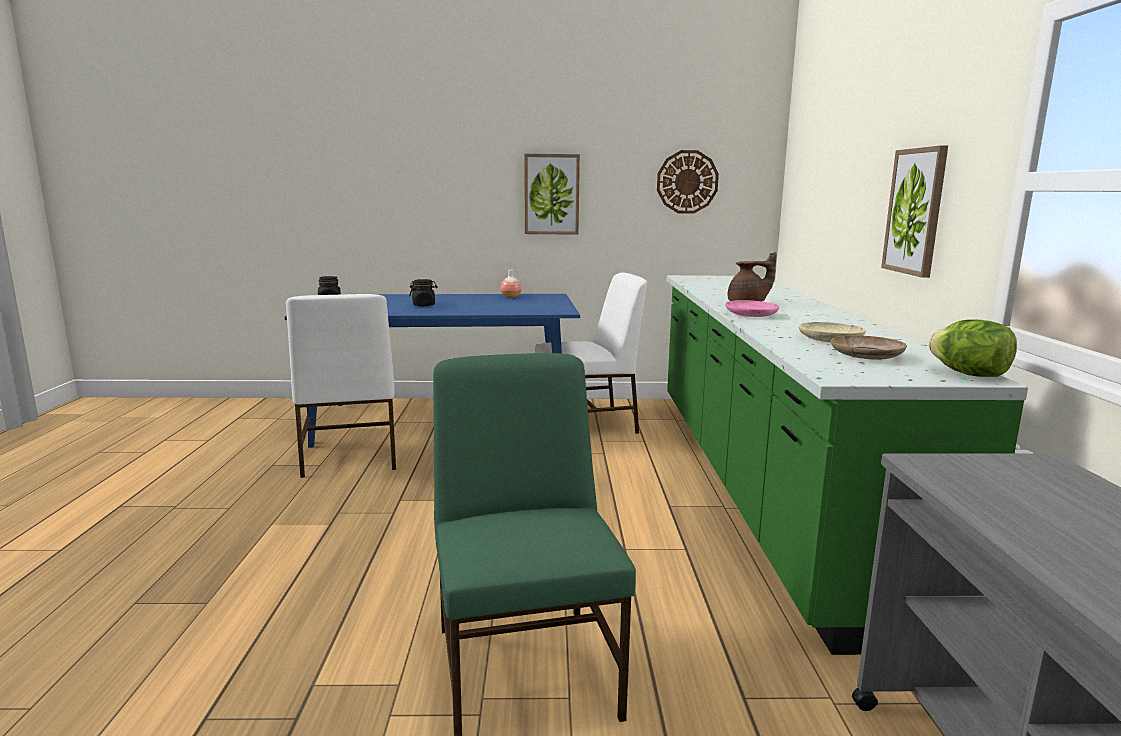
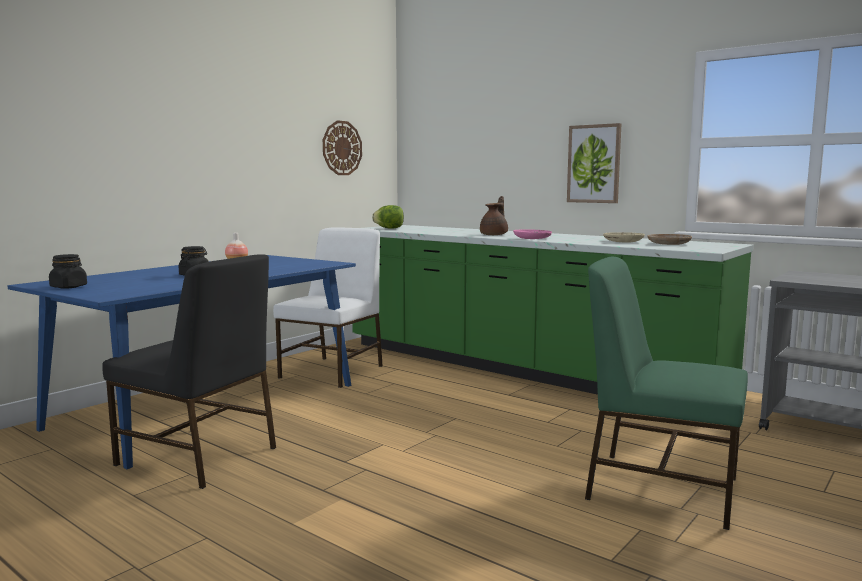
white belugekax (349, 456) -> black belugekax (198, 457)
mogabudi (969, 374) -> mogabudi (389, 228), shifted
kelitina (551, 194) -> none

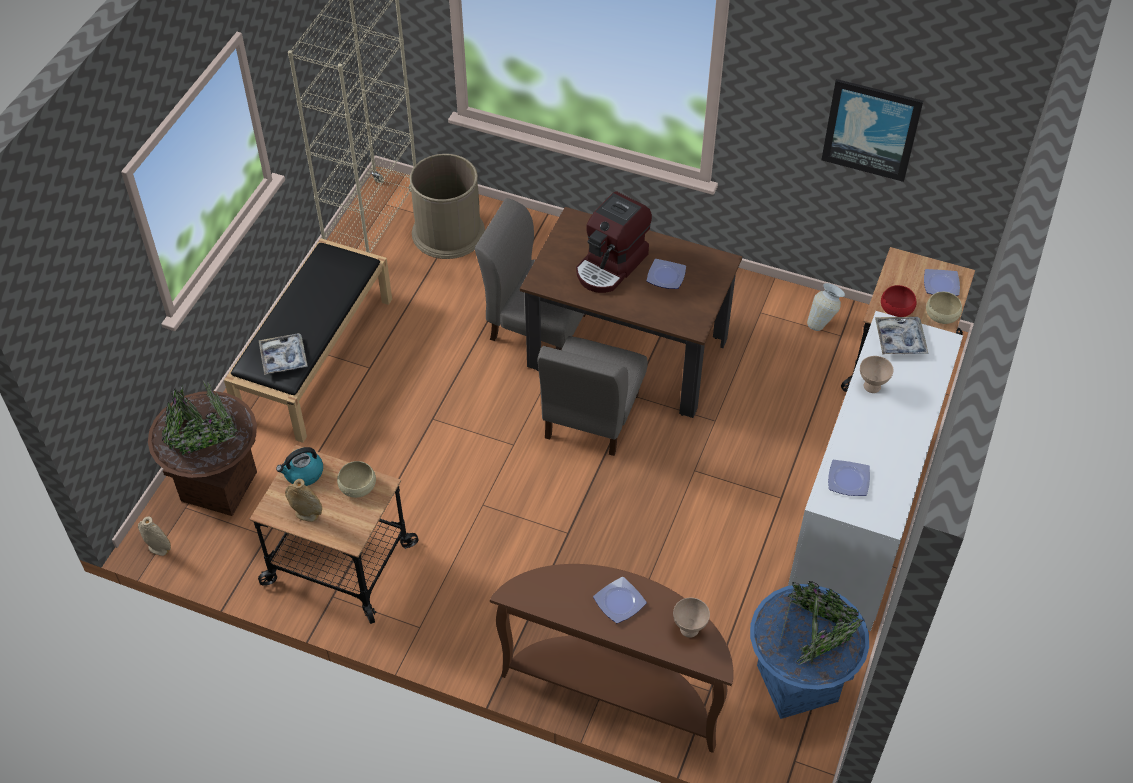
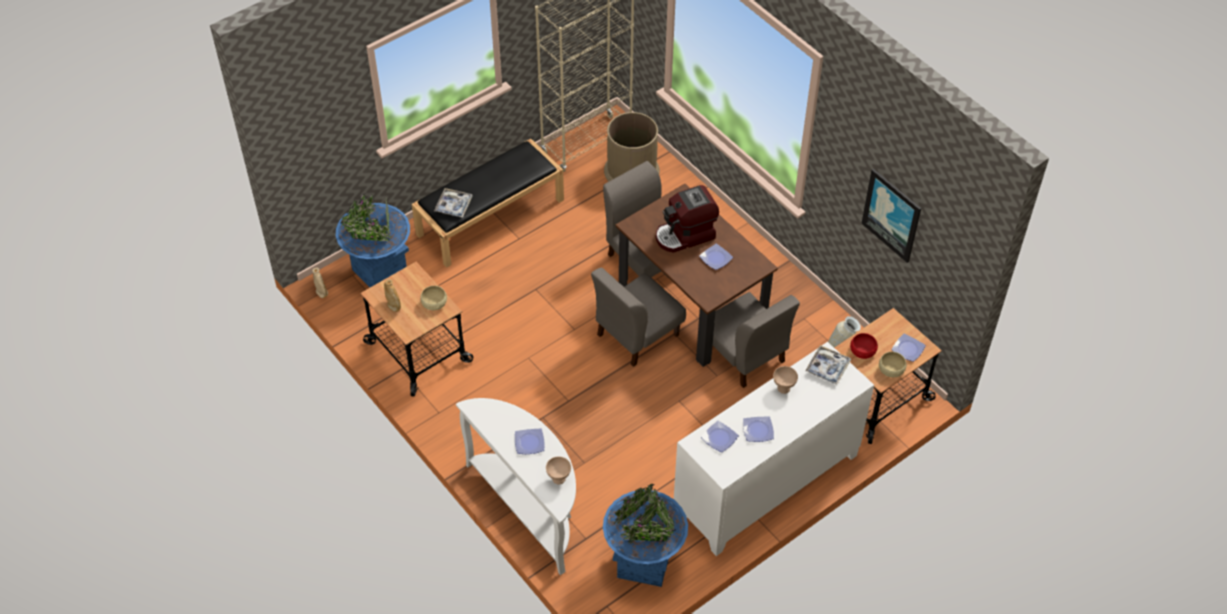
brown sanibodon (219, 486) -> blue sanibodon (380, 271)
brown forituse (616, 688) -> white forituse (530, 507)
none -> grey belugekax (745, 355)
none -> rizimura (758, 430)
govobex (303, 473) -> none

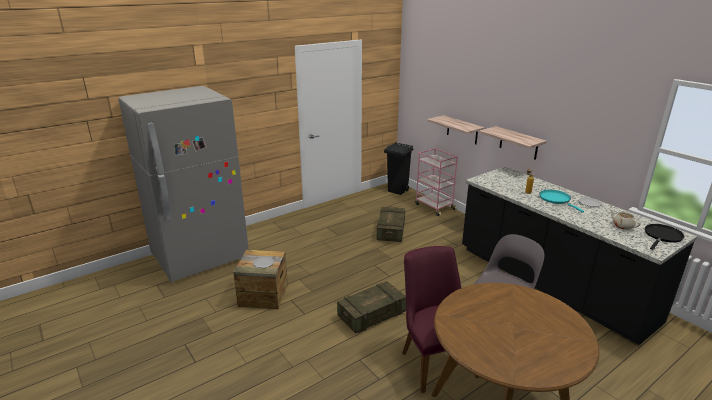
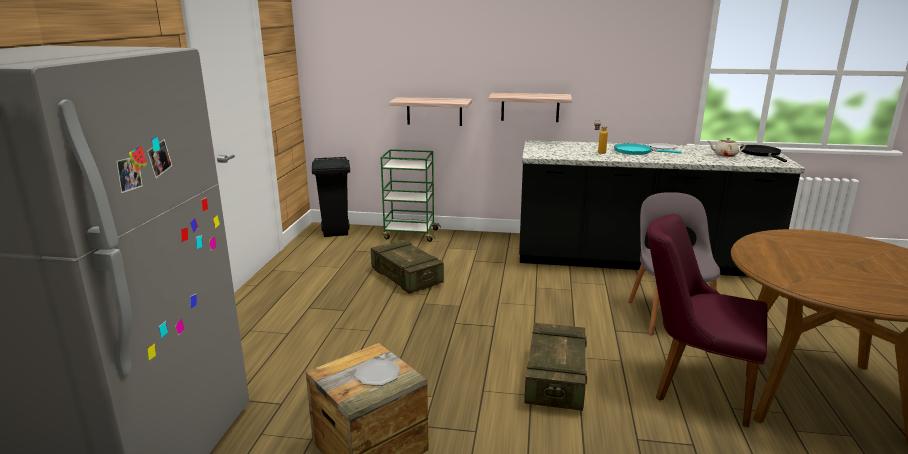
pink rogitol (434, 207) -> green rogitol (410, 234)

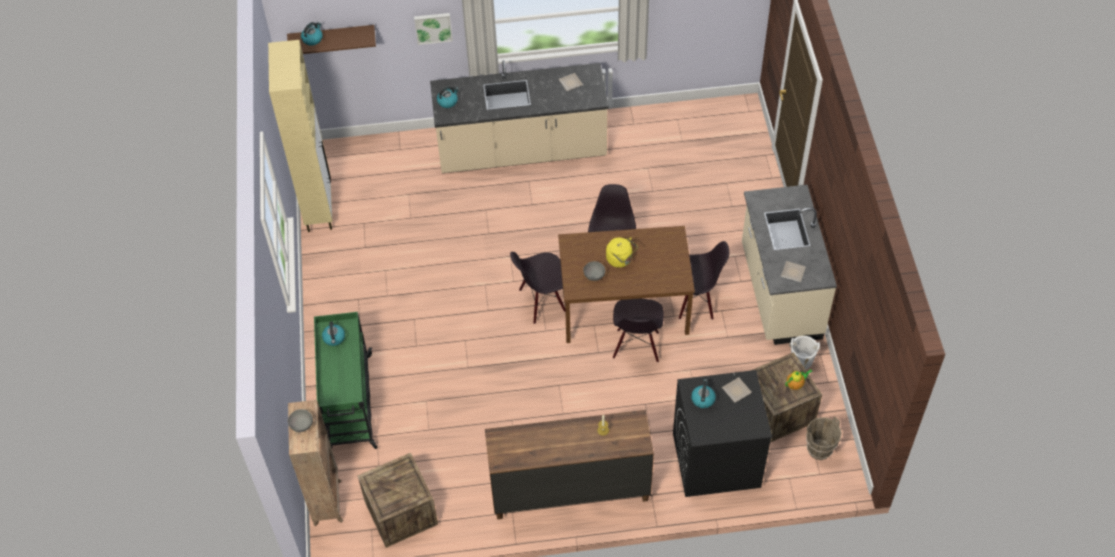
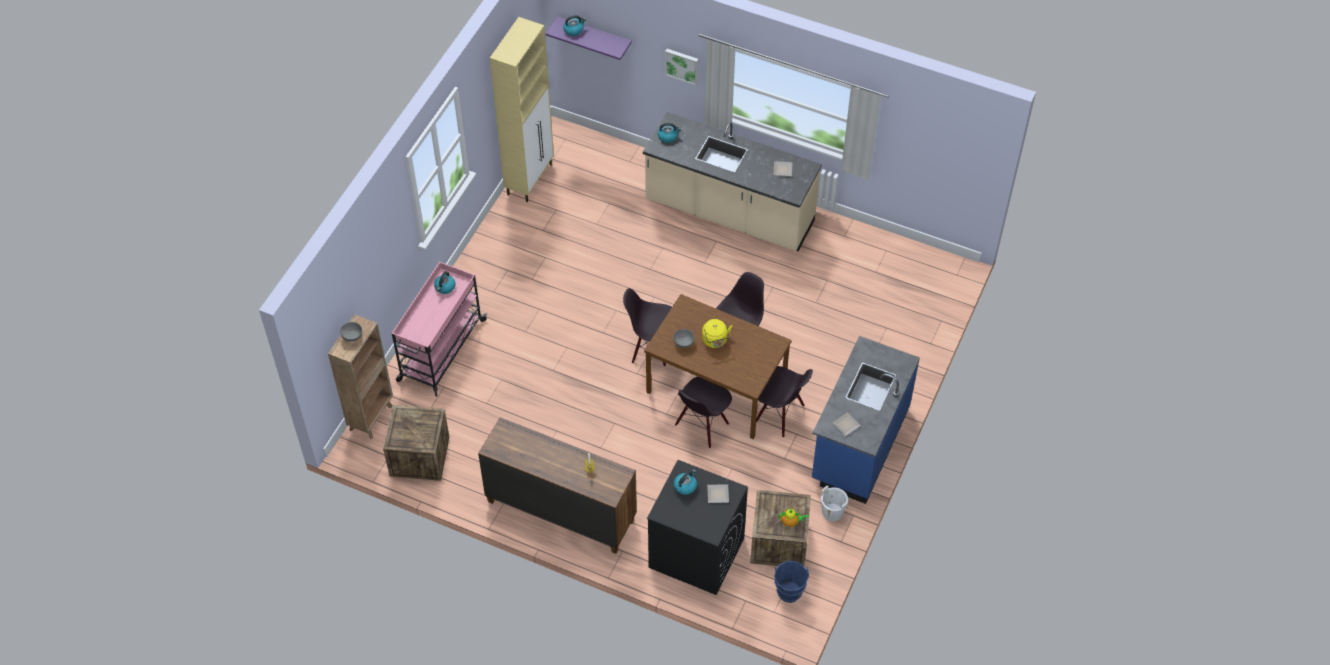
green rogitol (349, 404) -> pink rogitol (441, 351)
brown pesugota (332, 37) -> purple pesugota (594, 36)
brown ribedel (819, 450) -> blue ribedel (789, 592)
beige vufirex (779, 292) -> blue vufirex (858, 445)

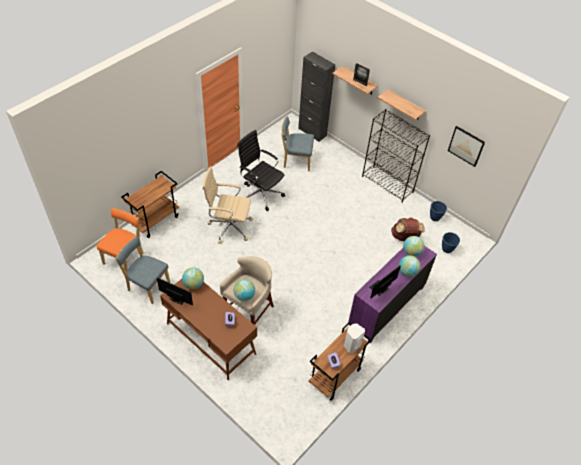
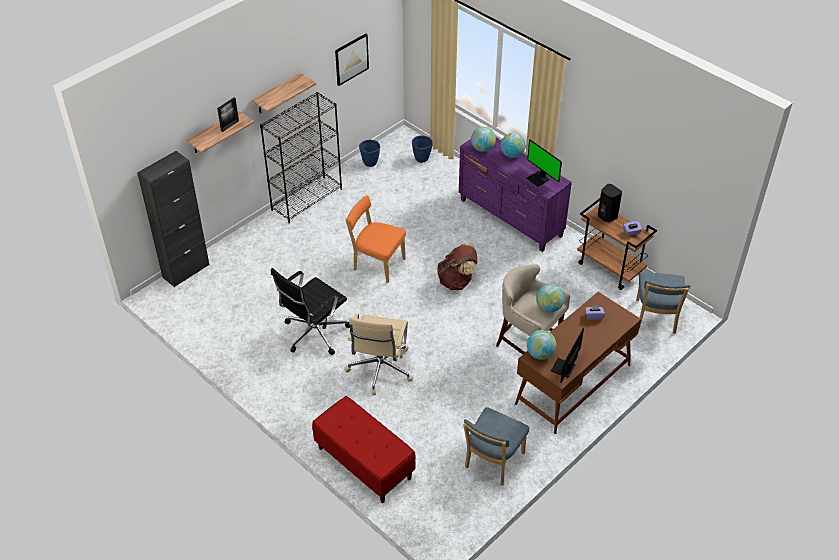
brown rogitol (155, 220) -> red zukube (364, 463)
orange belugekax (125, 257) -> orange belugekax (377, 264), shifted
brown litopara (404, 237) -> brown litopara (457, 281), shifted
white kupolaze (351, 345) -> black kupolaze (606, 216)
blue belugekax (296, 161) -> blue belugekax (655, 319), shifted

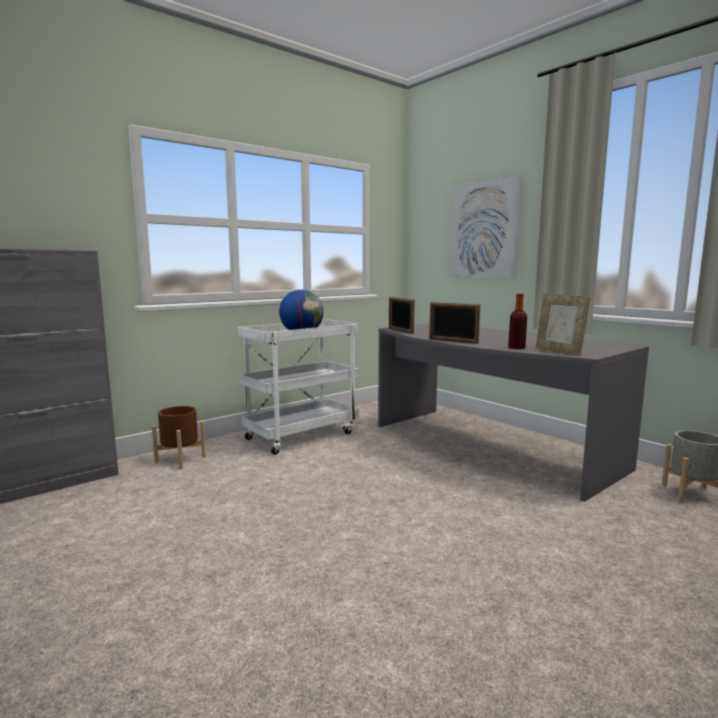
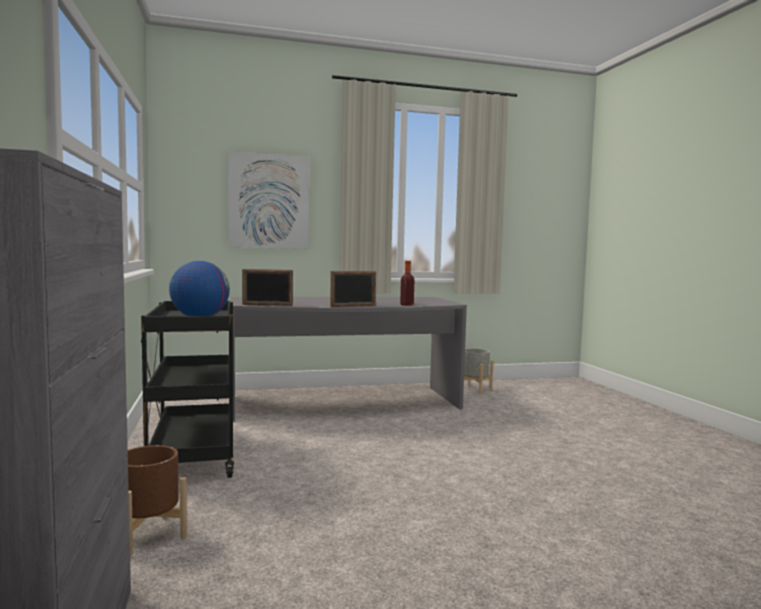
white rogitol (302, 435) -> black rogitol (192, 455)
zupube (559, 352) -> none

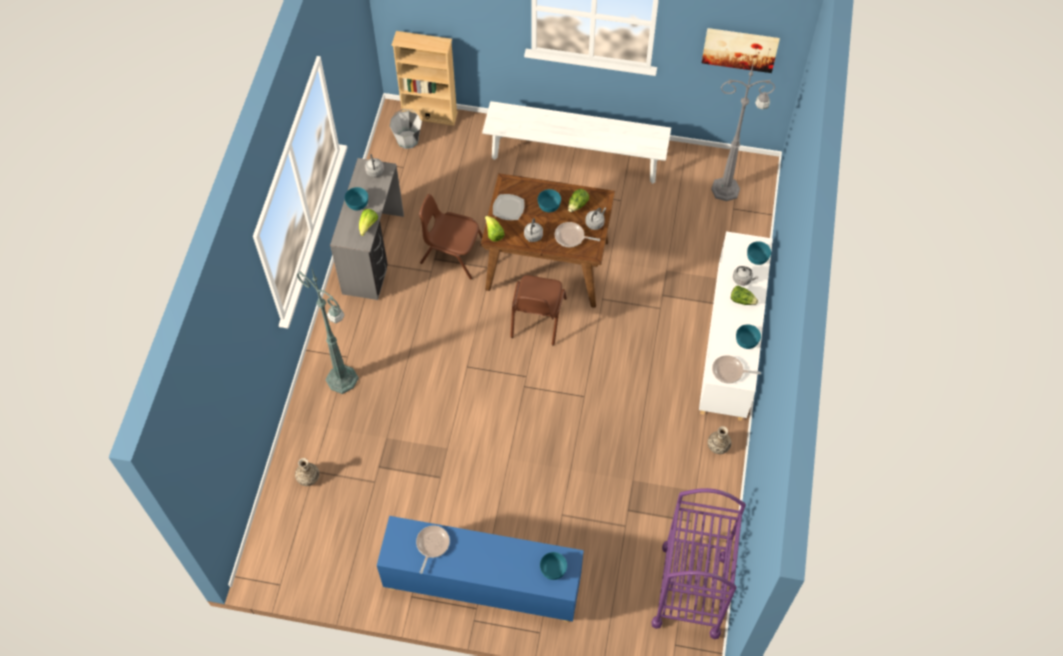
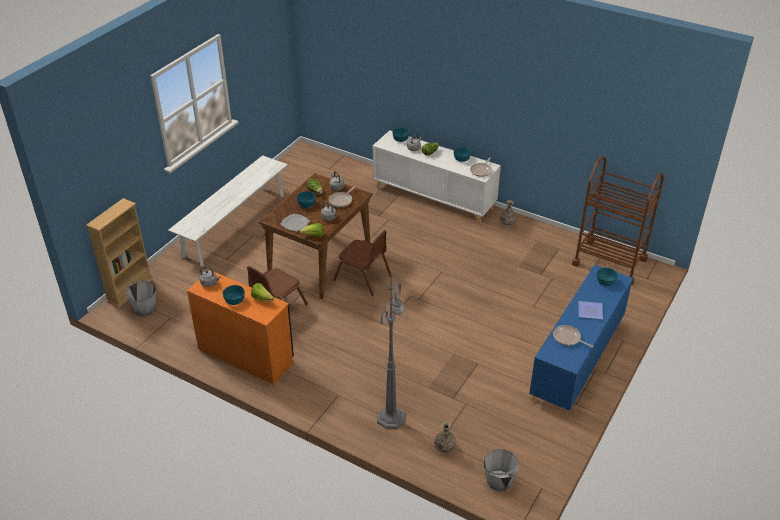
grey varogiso (374, 254) -> orange varogiso (246, 355)
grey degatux (727, 189) -> grey degatux (391, 416), shifted
none -> grey ribedel (499, 481)
purple rogitol (690, 590) -> brown rogitol (609, 261)
none -> rizimura (589, 311)
green degatux (343, 380) -> none
kelitina (740, 49) -> none

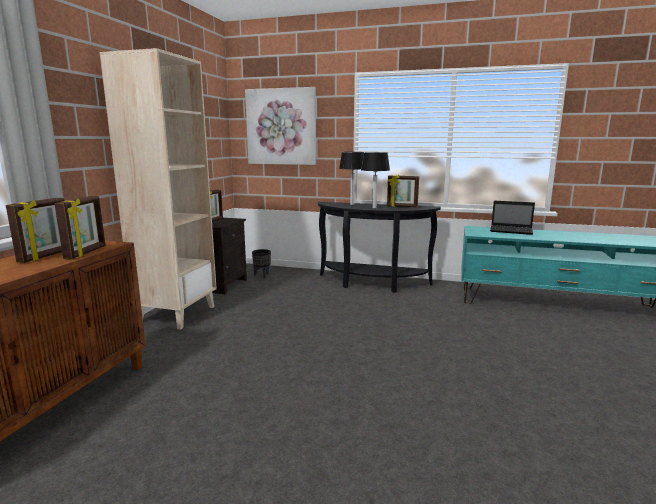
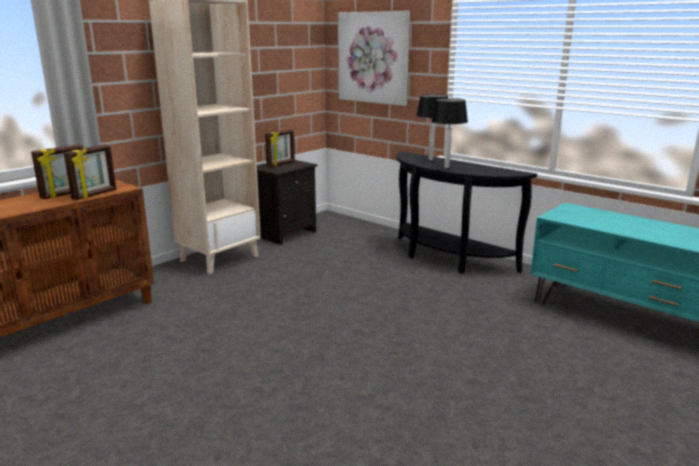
black sanibodon (262, 275) -> none
zupube (402, 206) -> none
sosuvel (512, 231) -> none

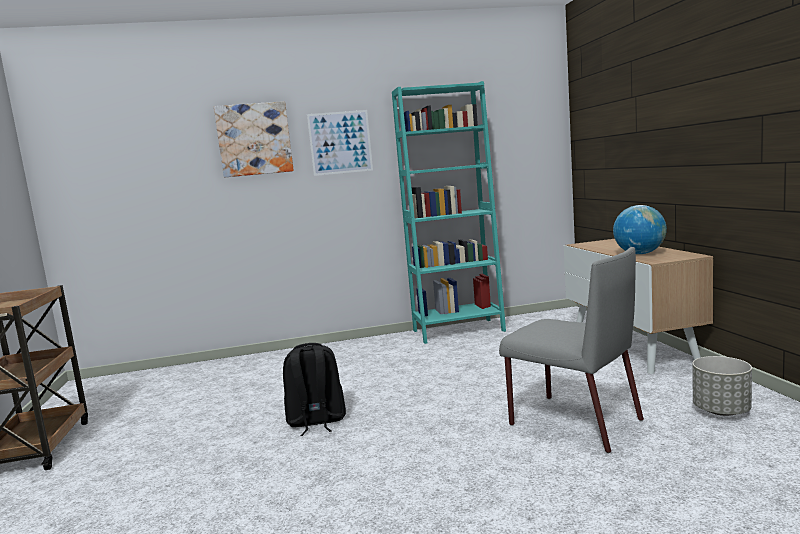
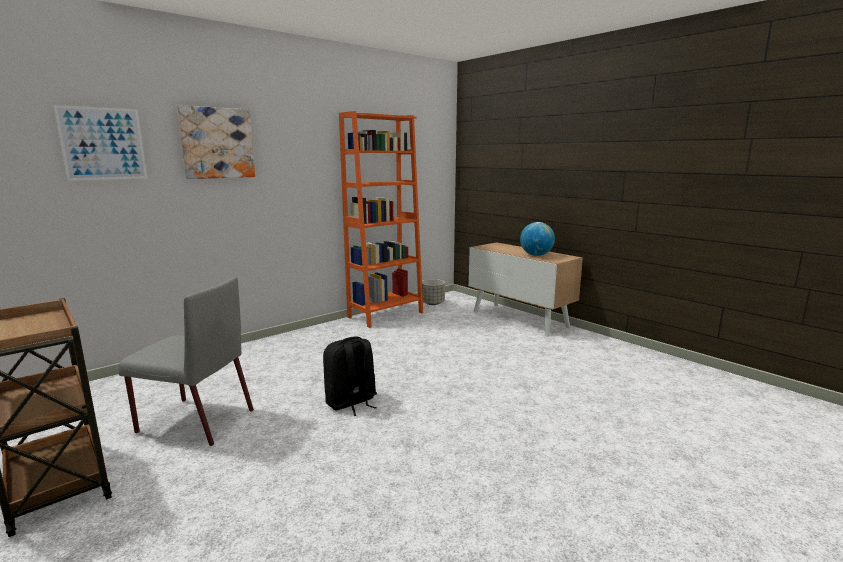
kelitina (340, 142) -> kelitina (103, 144), shifted
grey belugekax (572, 422) -> grey belugekax (194, 421), shifted
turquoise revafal (458, 331) -> orange revafal (385, 315)
grey sanibodon (721, 410) -> grey sanibodon (432, 303), shifted

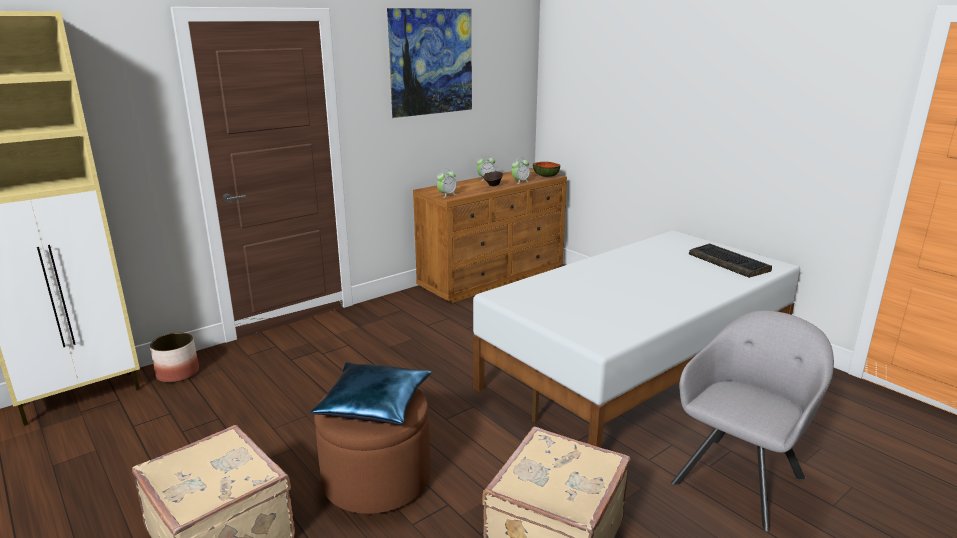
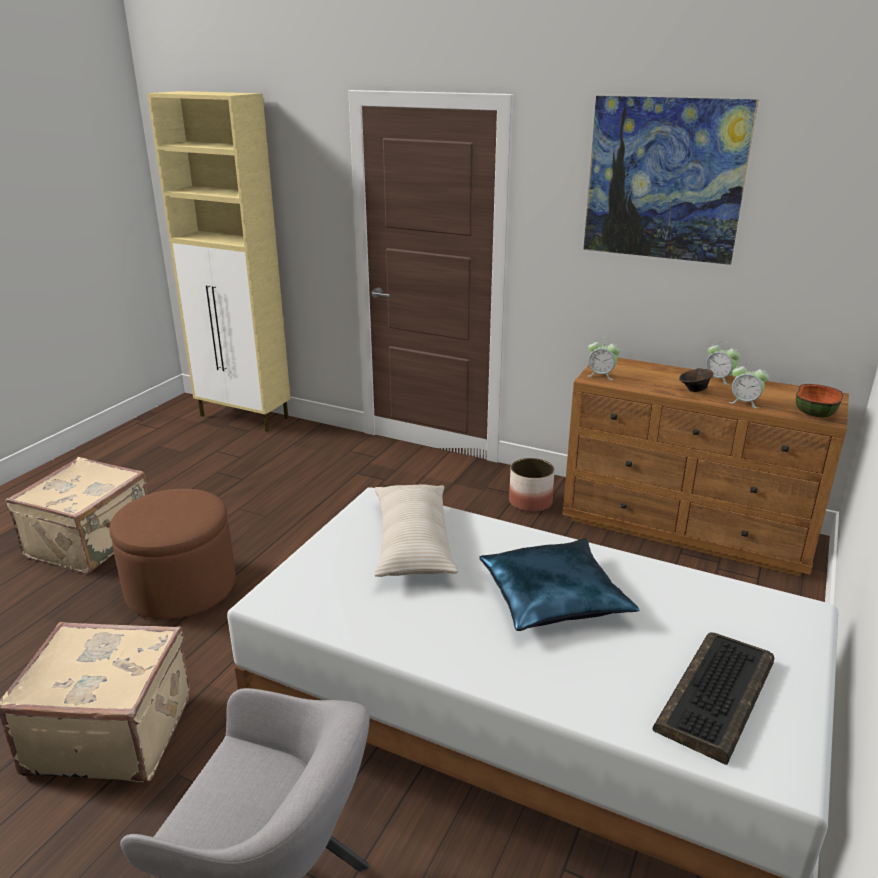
none -> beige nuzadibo (412, 542)
blue nuzadibo (373, 404) -> blue nuzadibo (553, 596), shifted
sanibodon (177, 373) -> sanibodon (530, 502), shifted

